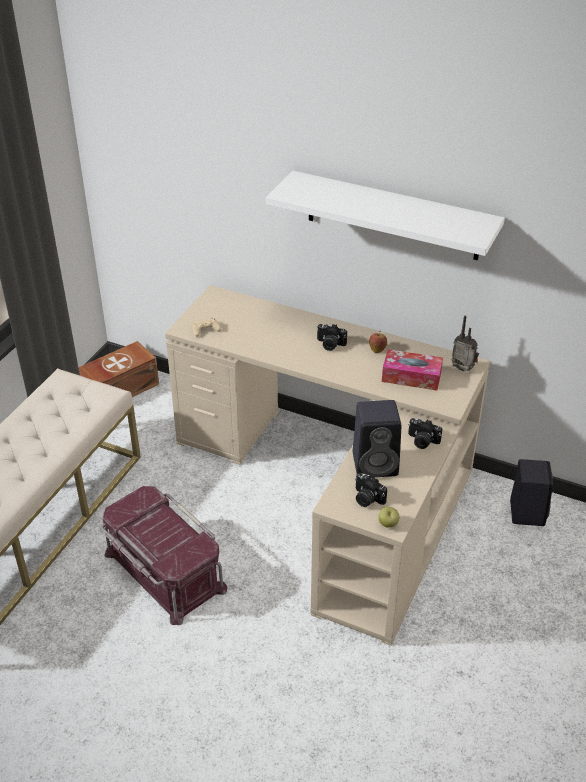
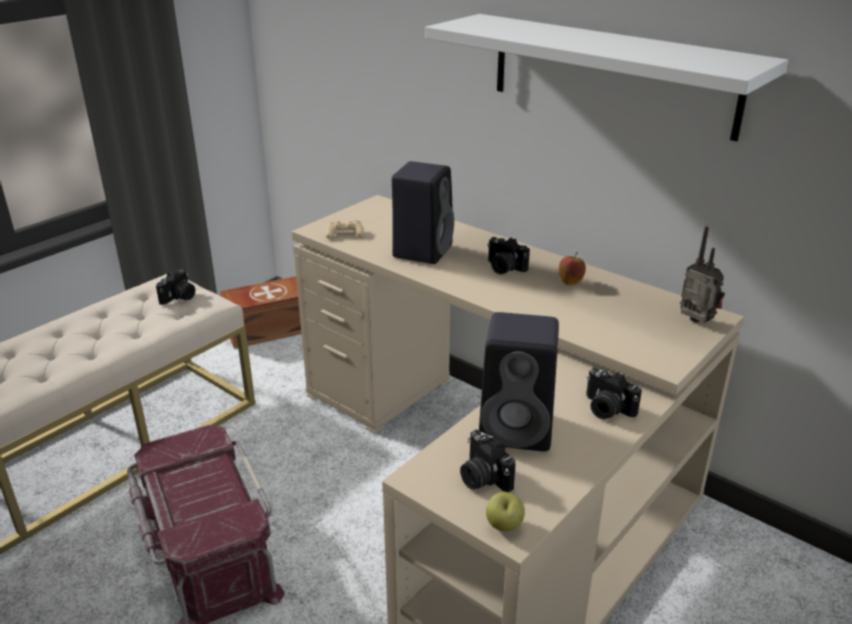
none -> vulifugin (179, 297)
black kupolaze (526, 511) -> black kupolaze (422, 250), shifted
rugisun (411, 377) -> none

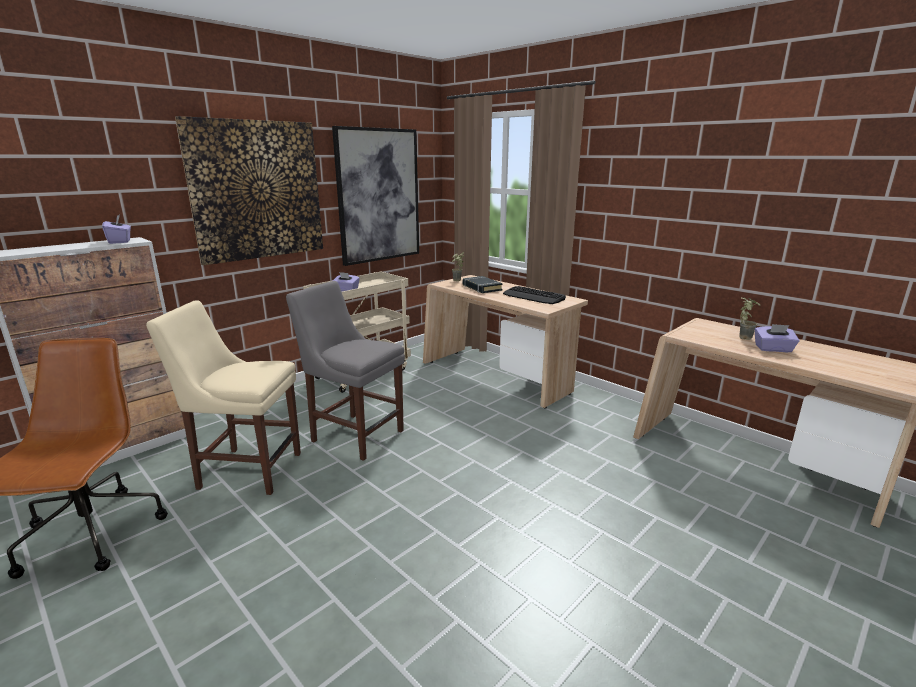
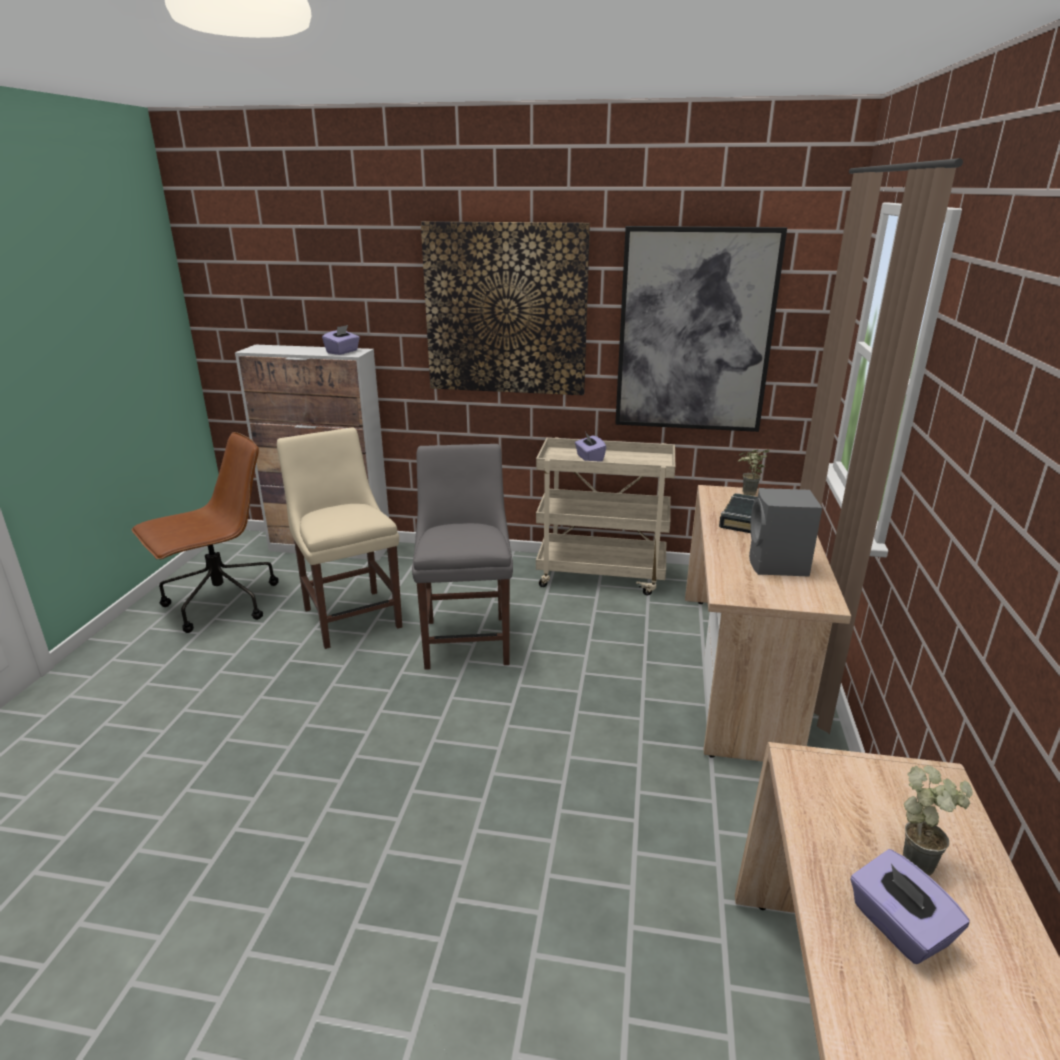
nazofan (533, 296) -> grey kupolaze (777, 566)

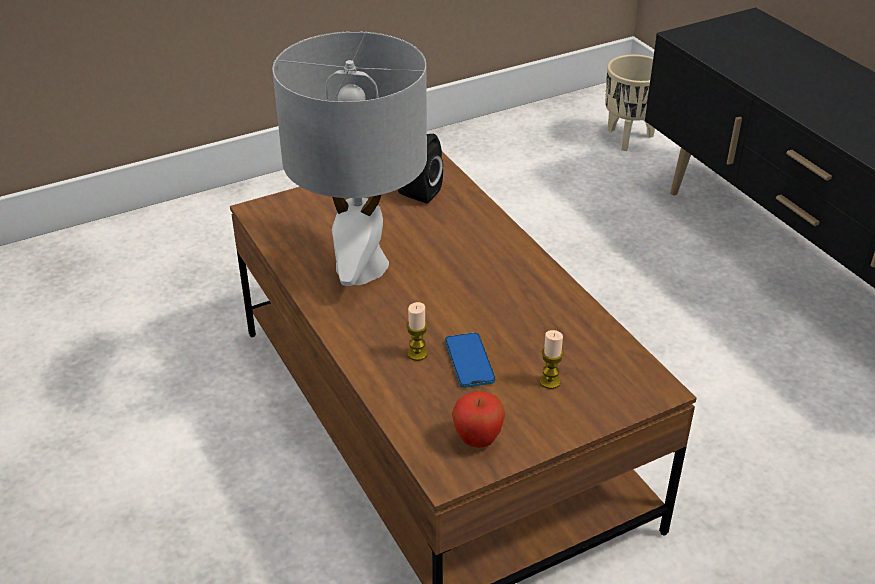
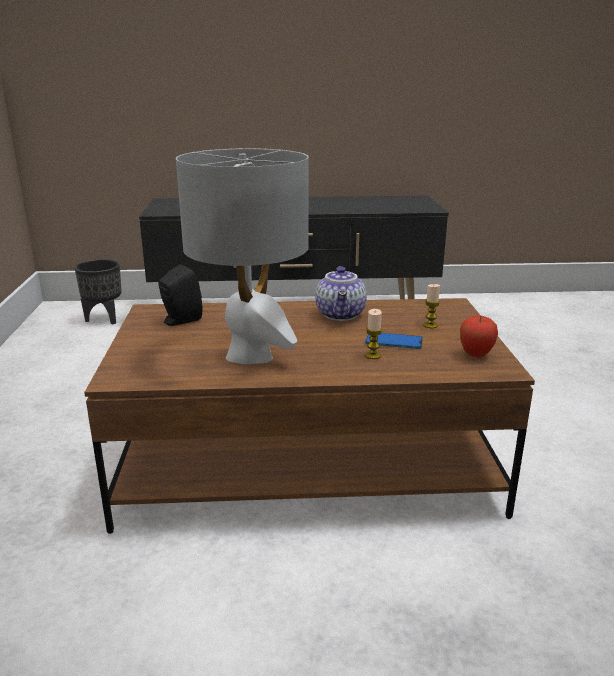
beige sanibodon (629, 138) -> black sanibodon (105, 319)
none -> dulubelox (342, 315)

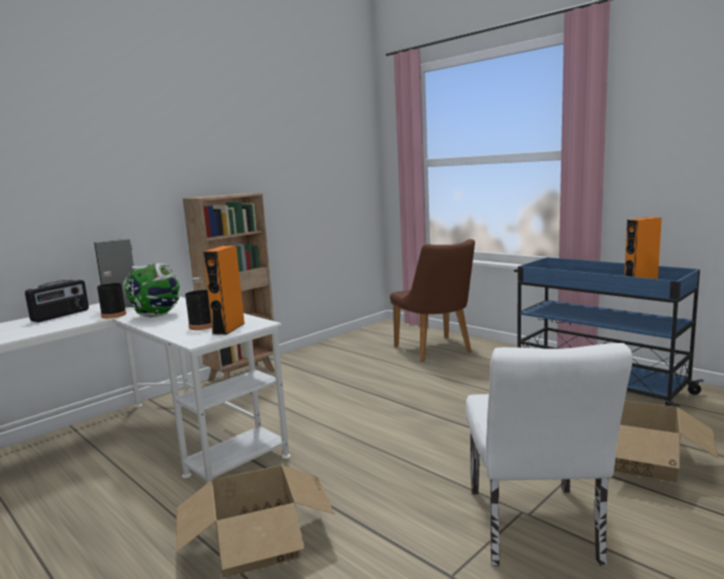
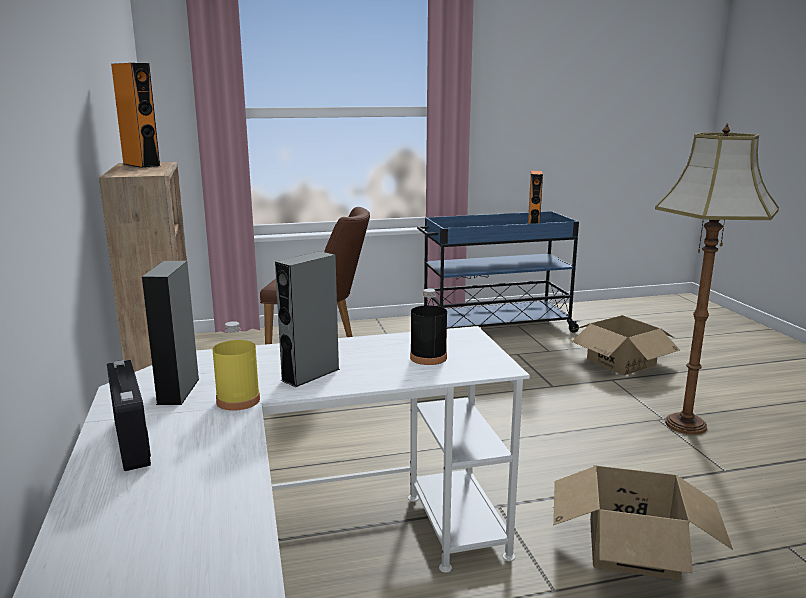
orange kupolaze (229, 328) -> orange kupolaze (141, 165), shifted
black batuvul (114, 315) -> yellow batuvul (238, 400)
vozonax (156, 316) -> grey kupolaze (310, 374)
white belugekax (535, 532) -> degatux (687, 425)

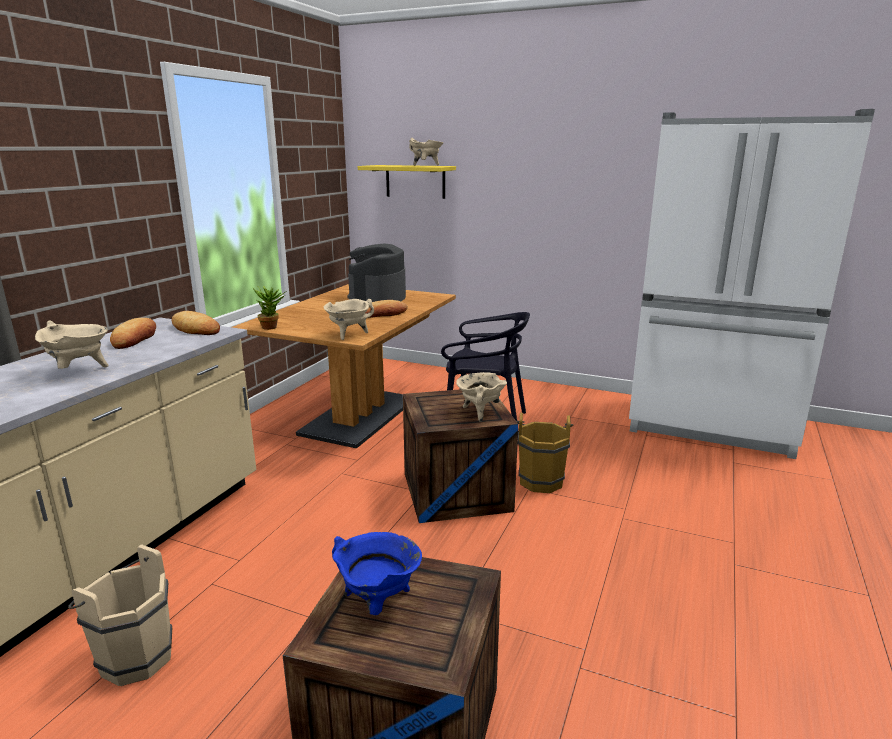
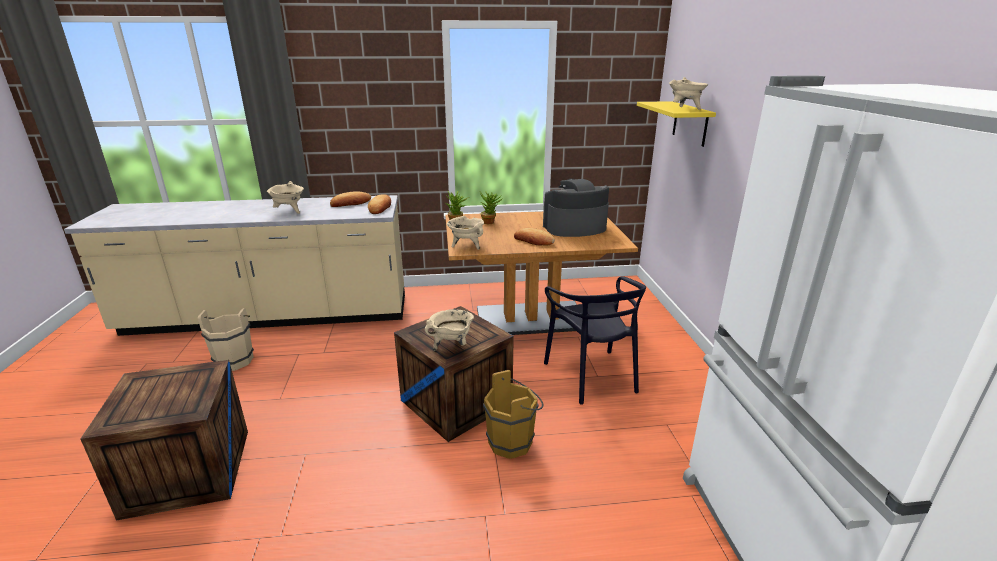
none -> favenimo (490, 222)
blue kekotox (378, 603) -> none

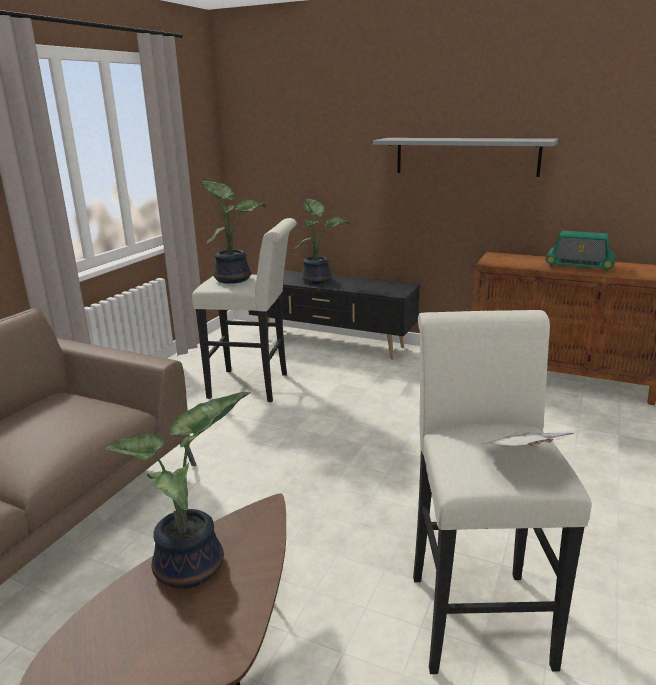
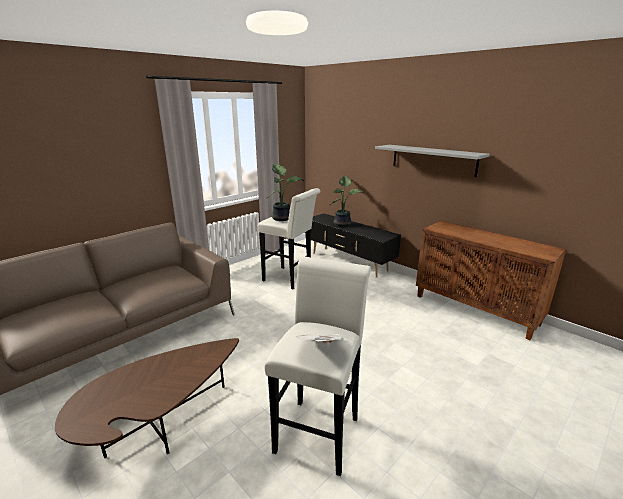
favenimo (193, 568) -> none
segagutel (579, 265) -> none

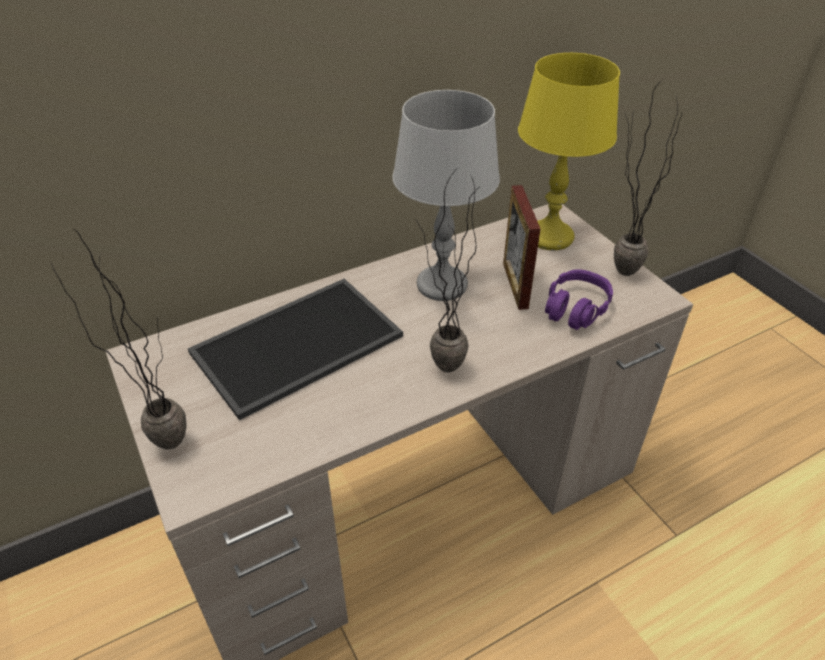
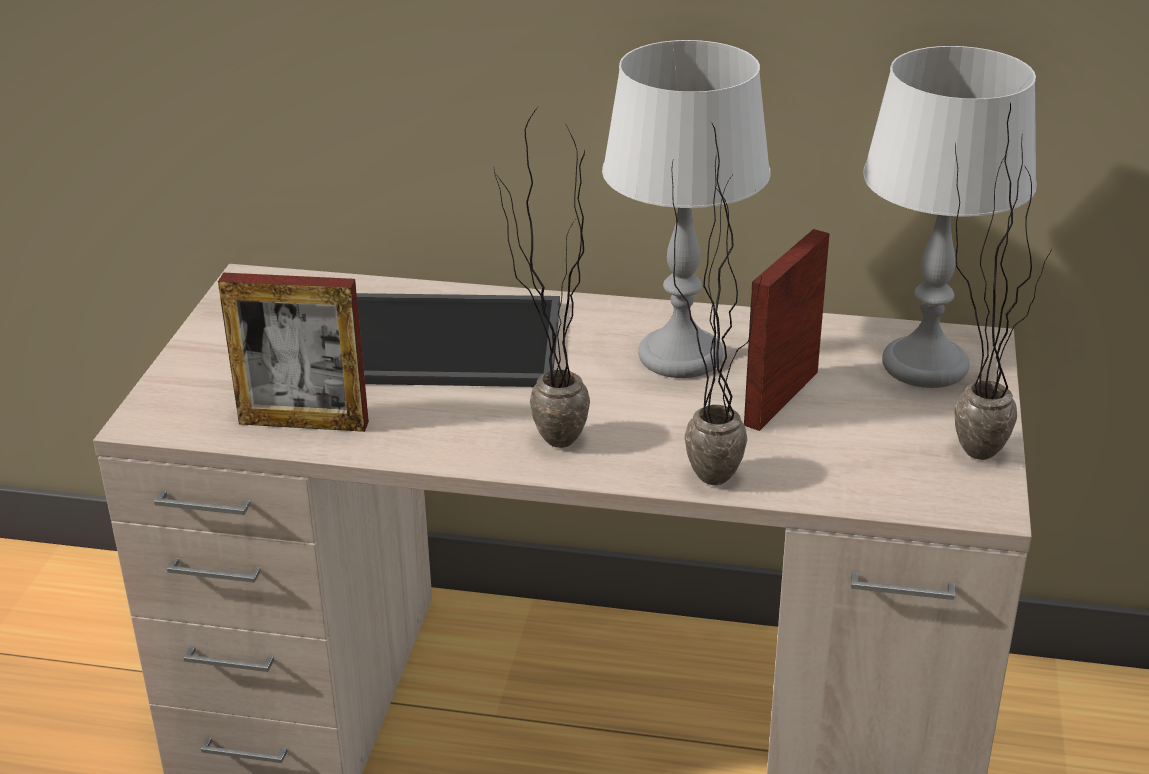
none -> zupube (303, 423)
favenimo (162, 436) -> favenimo (706, 467), shifted
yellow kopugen (550, 236) -> grey kopugen (925, 365)
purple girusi (575, 309) -> none

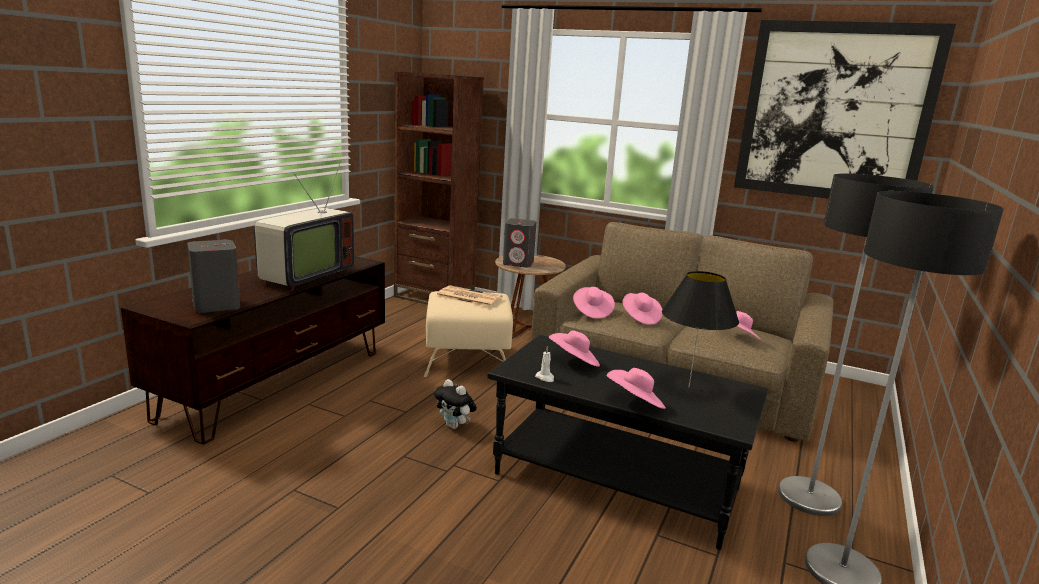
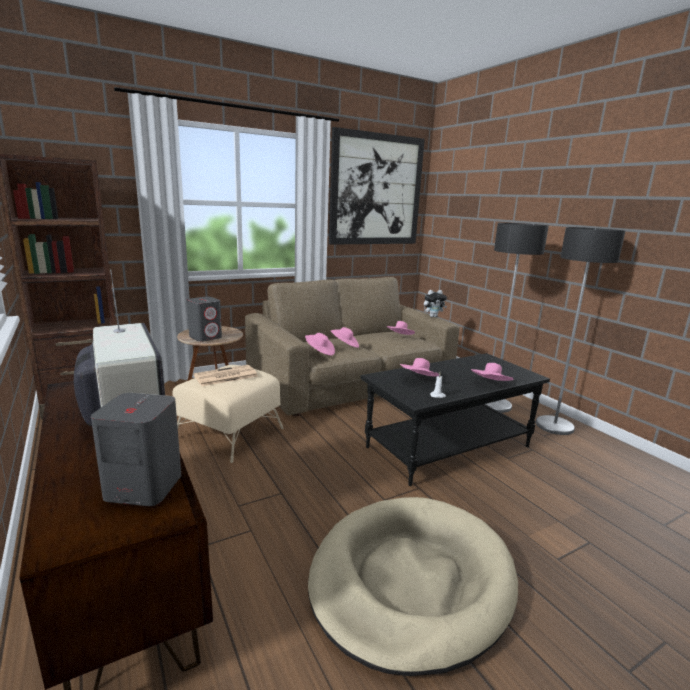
none -> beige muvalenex (411, 581)
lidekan (455, 426) -> lidekan (433, 316), shifted
black kopugen (689, 387) -> none

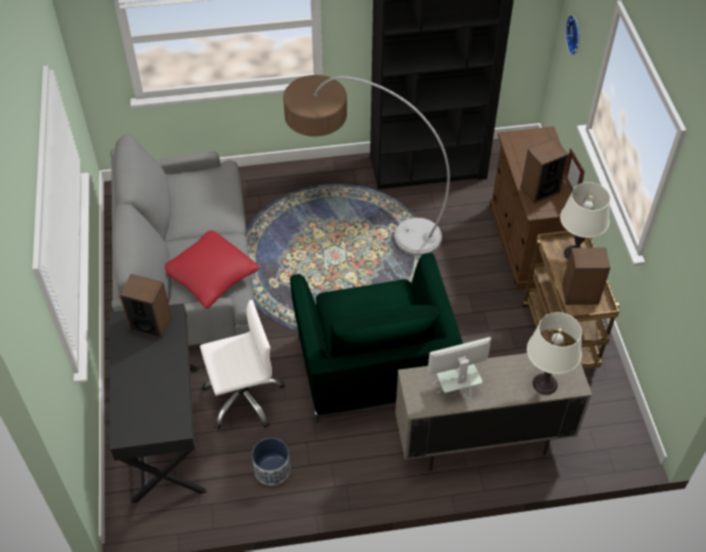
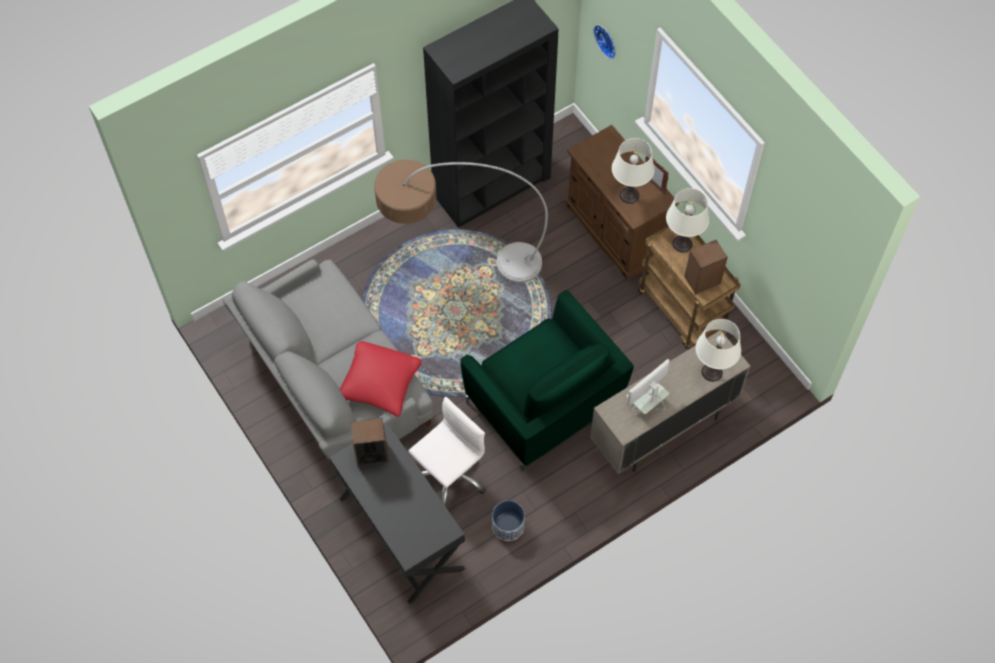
kupolaze (539, 190) -> white kopugen (629, 195)

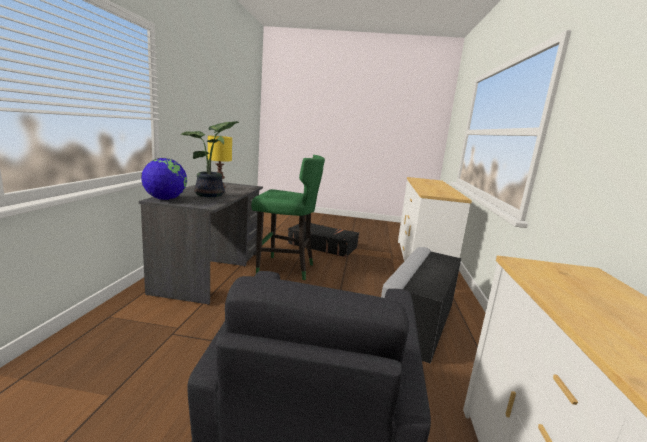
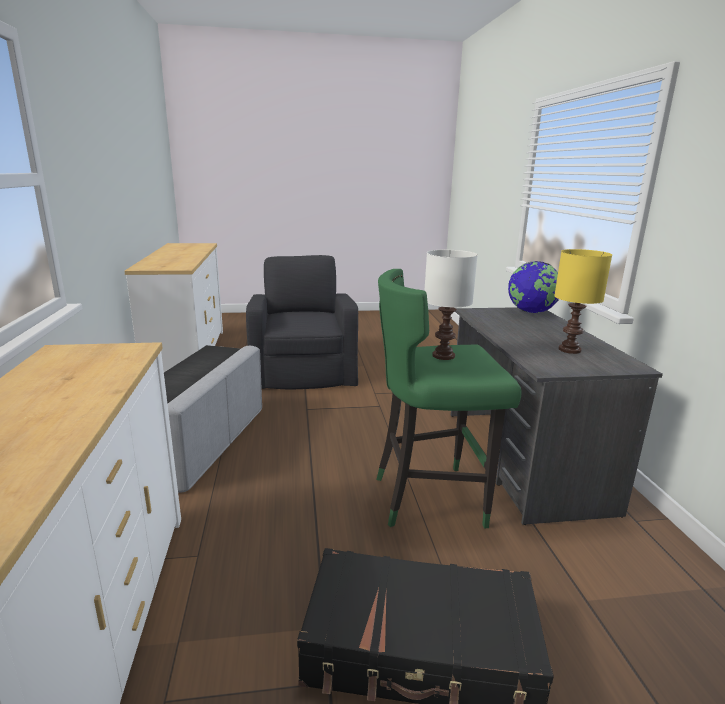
none -> white kopugen (442, 355)
favenimo (211, 195) -> none

